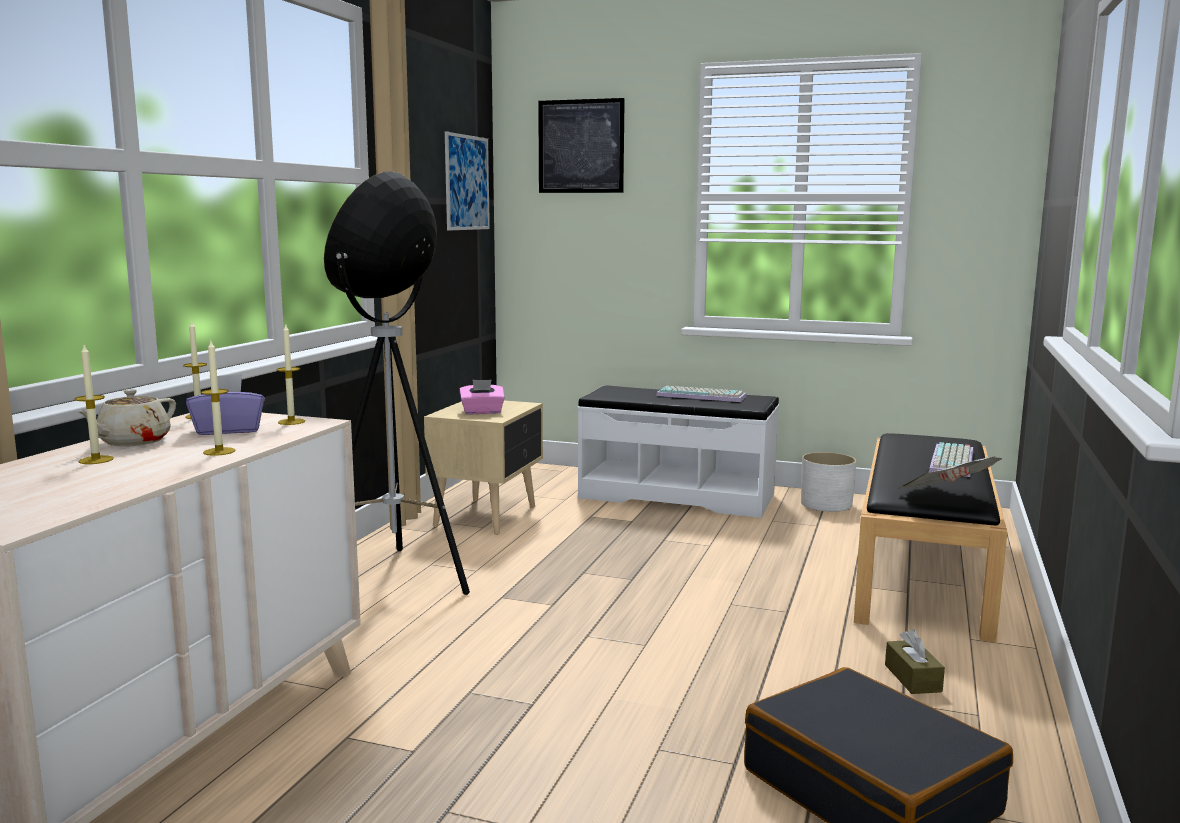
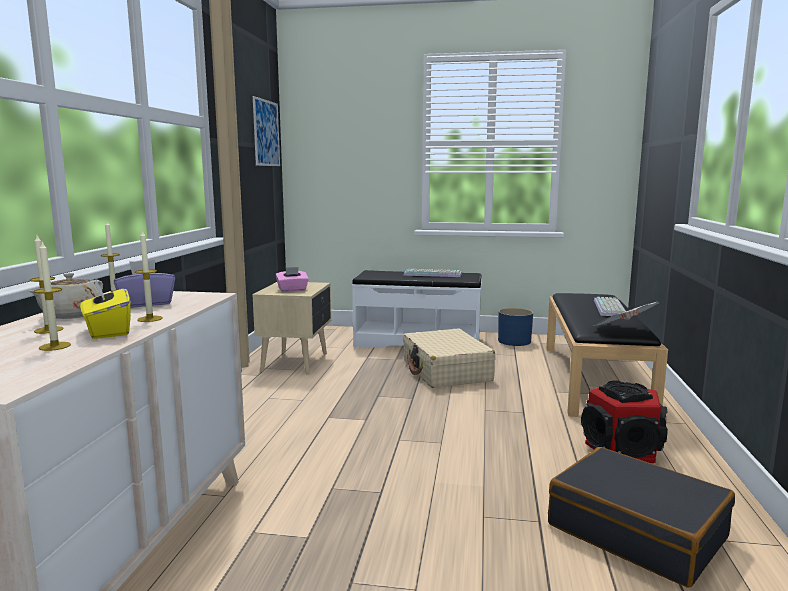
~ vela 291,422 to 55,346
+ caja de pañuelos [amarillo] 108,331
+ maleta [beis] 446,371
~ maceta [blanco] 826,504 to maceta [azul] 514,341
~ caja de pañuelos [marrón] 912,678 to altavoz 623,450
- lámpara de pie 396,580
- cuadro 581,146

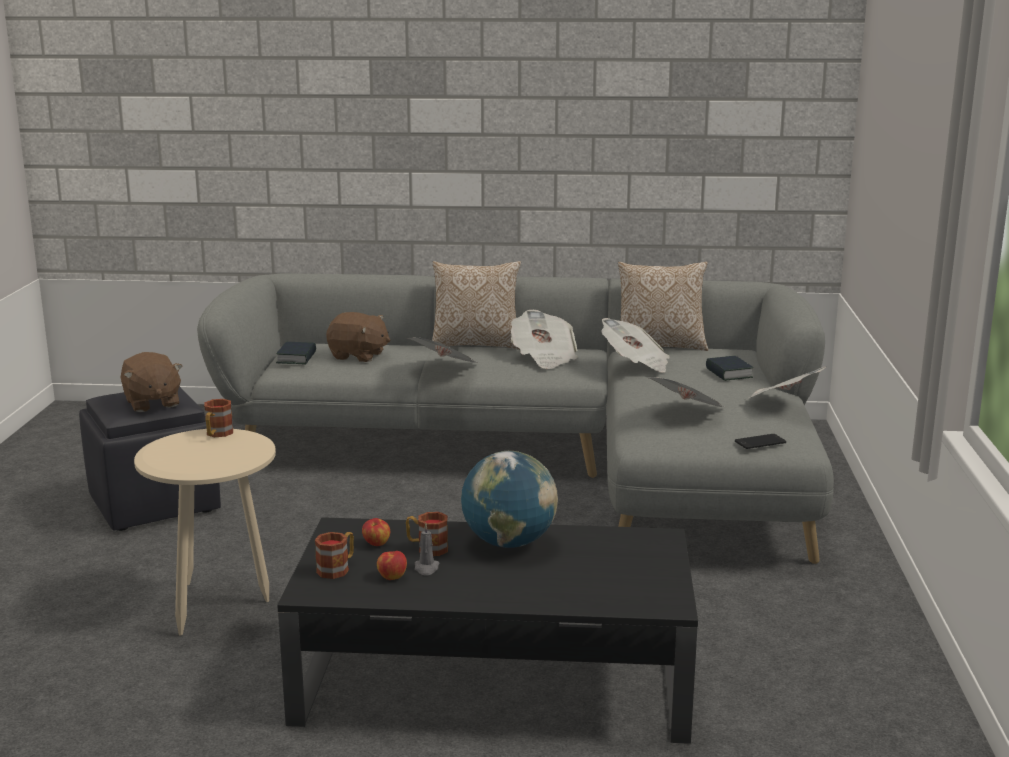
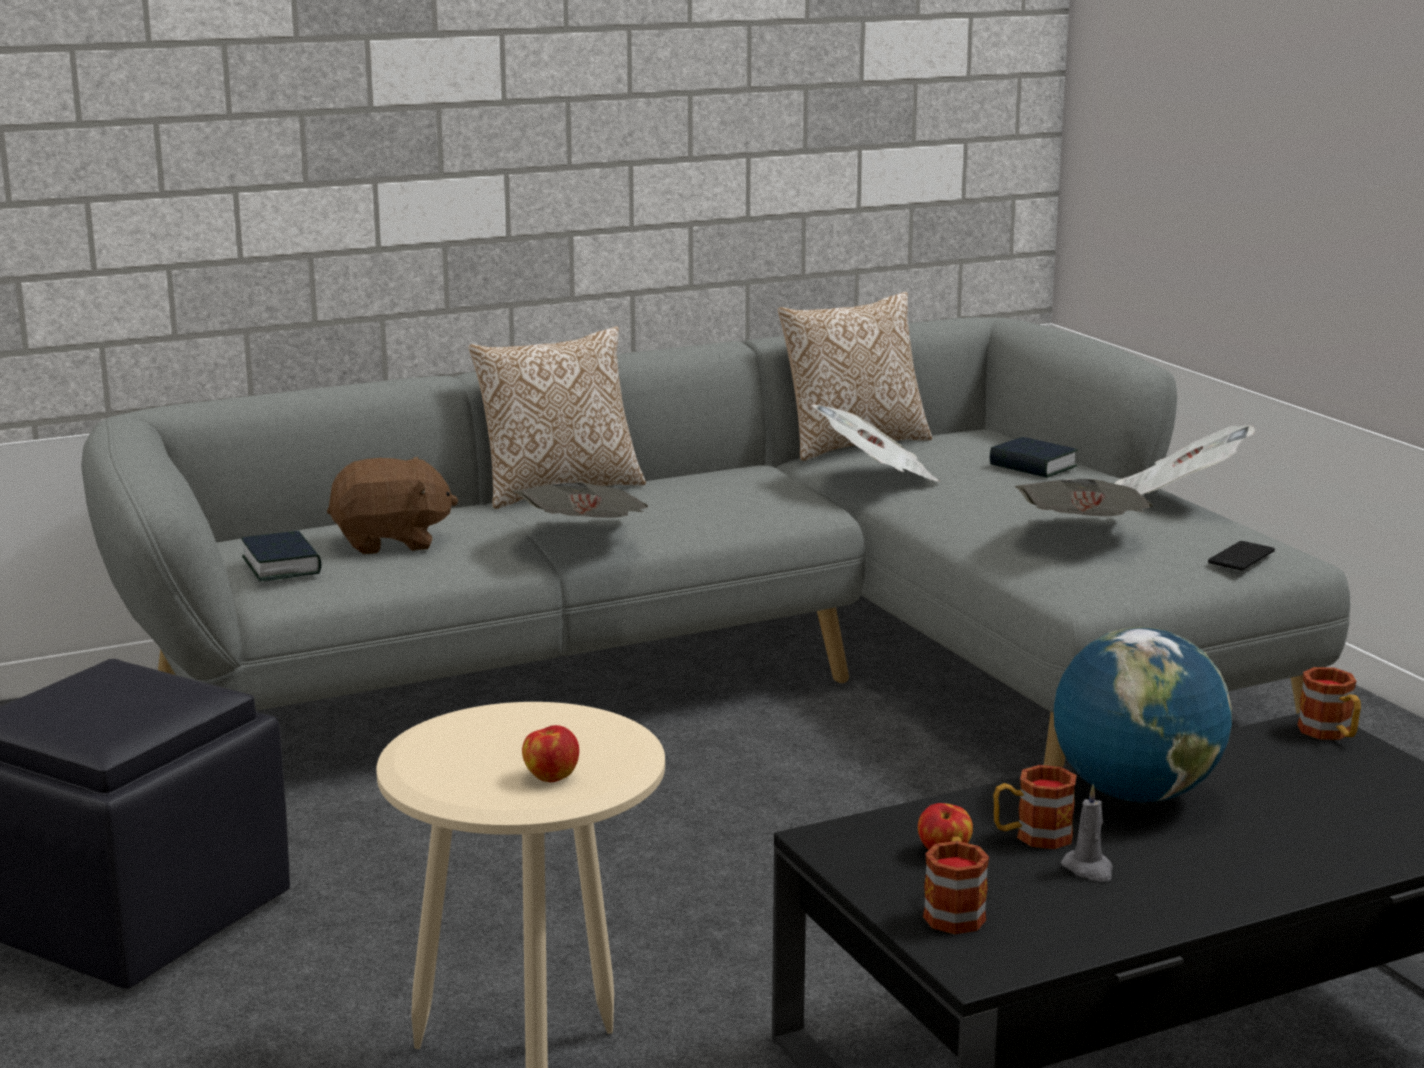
~ manzana 392,577 to 550,776
~ taza grande 217,434 to 1330,734
- peluche [marrón] 152,403
- periódico 544,358

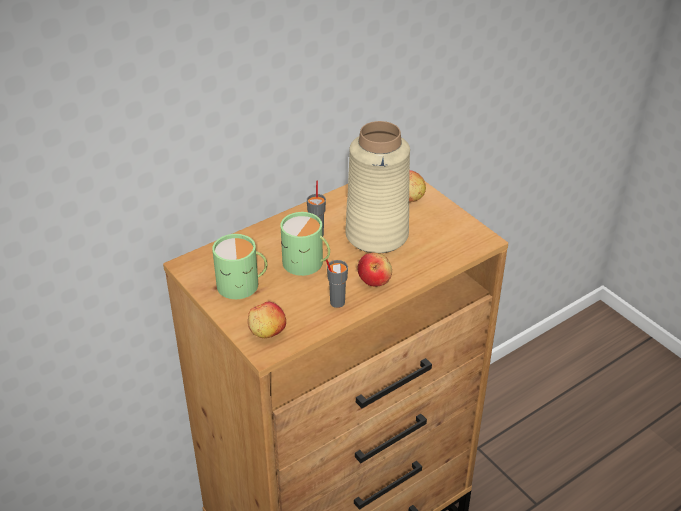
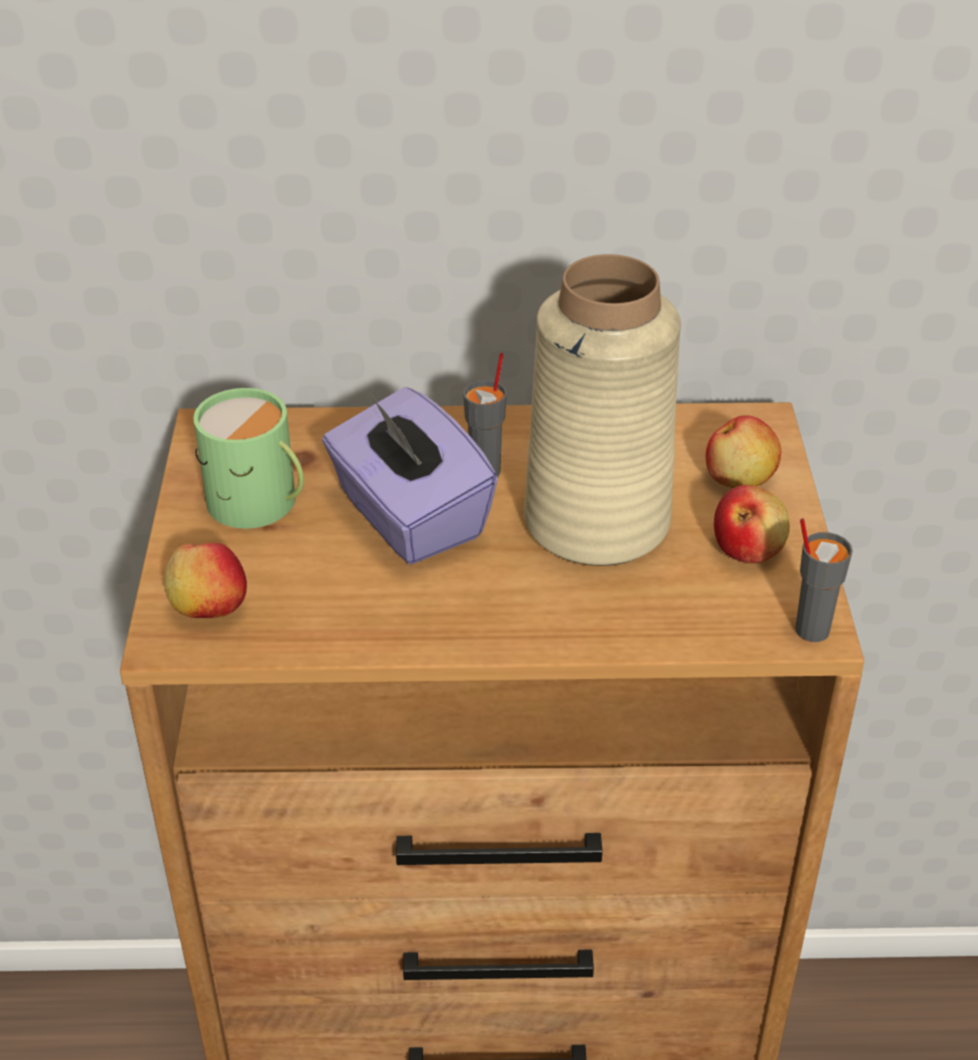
~ taza grande [verde] 306,263 to caja de pañuelos [morado] 408,517
~ manzana 374,279 to 748,548
~ taza [gris] 336,302 to 811,629

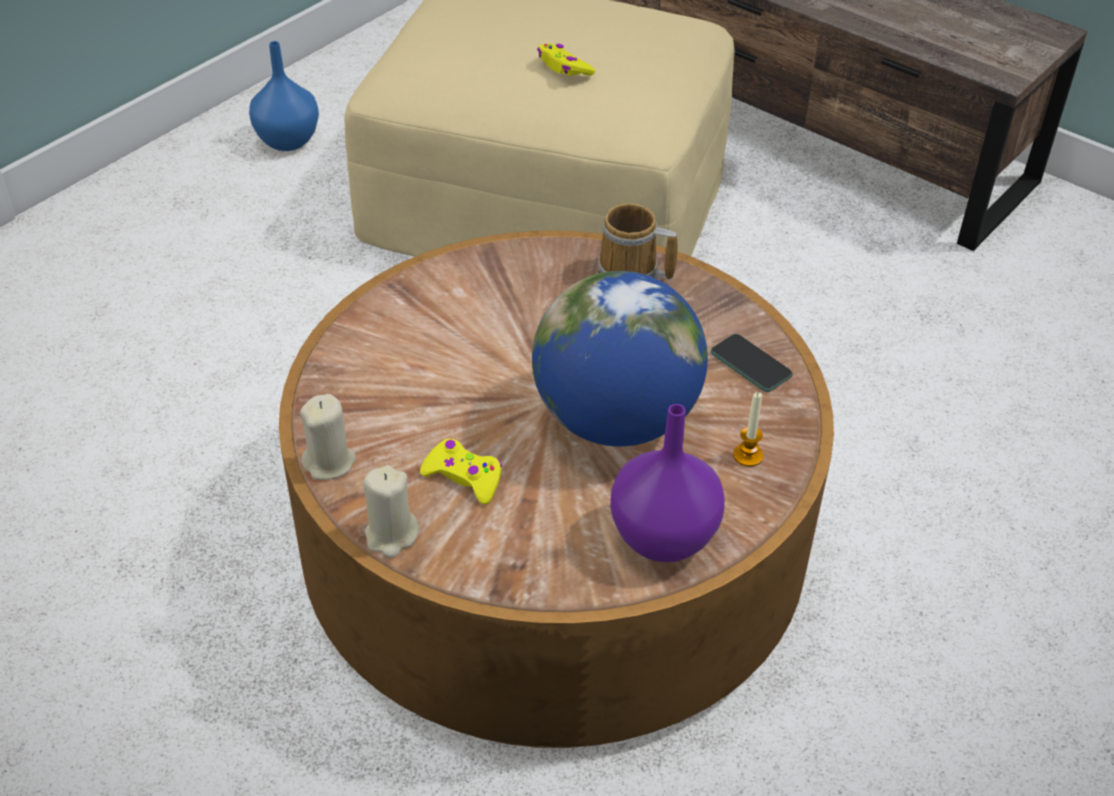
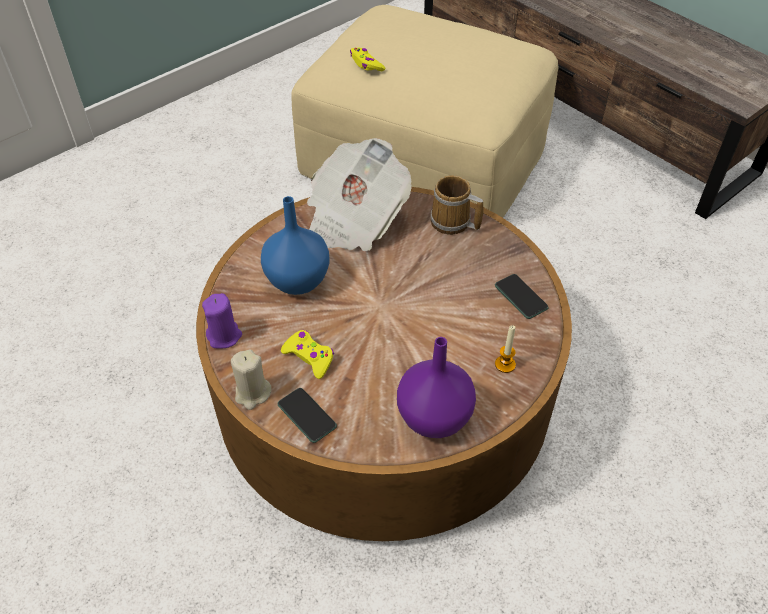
~ vela [beis] 330,462 to vela [morado] 224,336
~ florero [azul] 287,141 to 297,282
+ móvil 307,415
+ periódico 354,219
~ mando de consola [amarillo] 564,67 to 366,64
- globo terráqueo 616,420

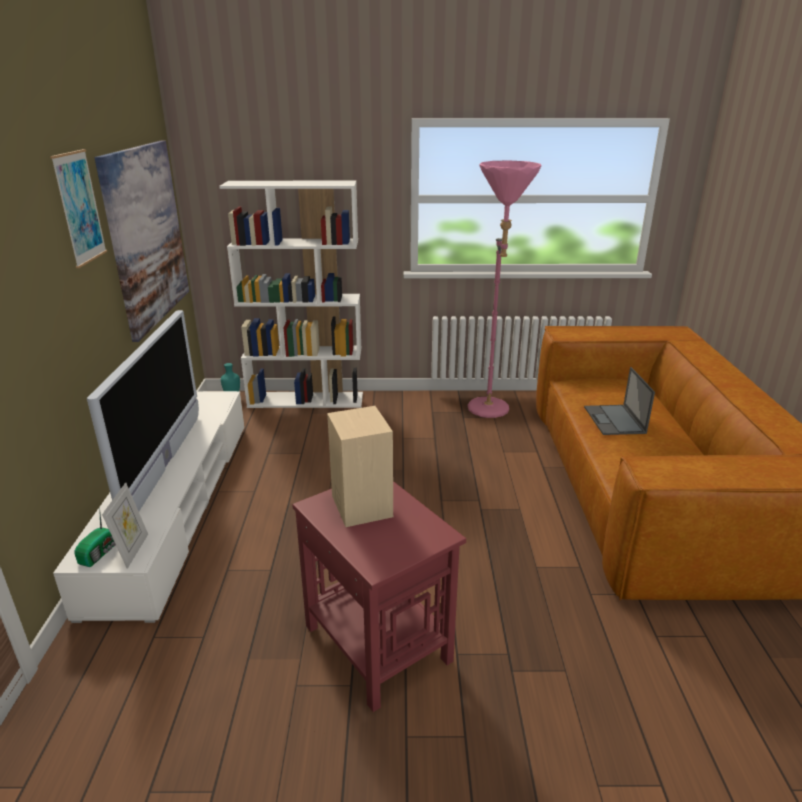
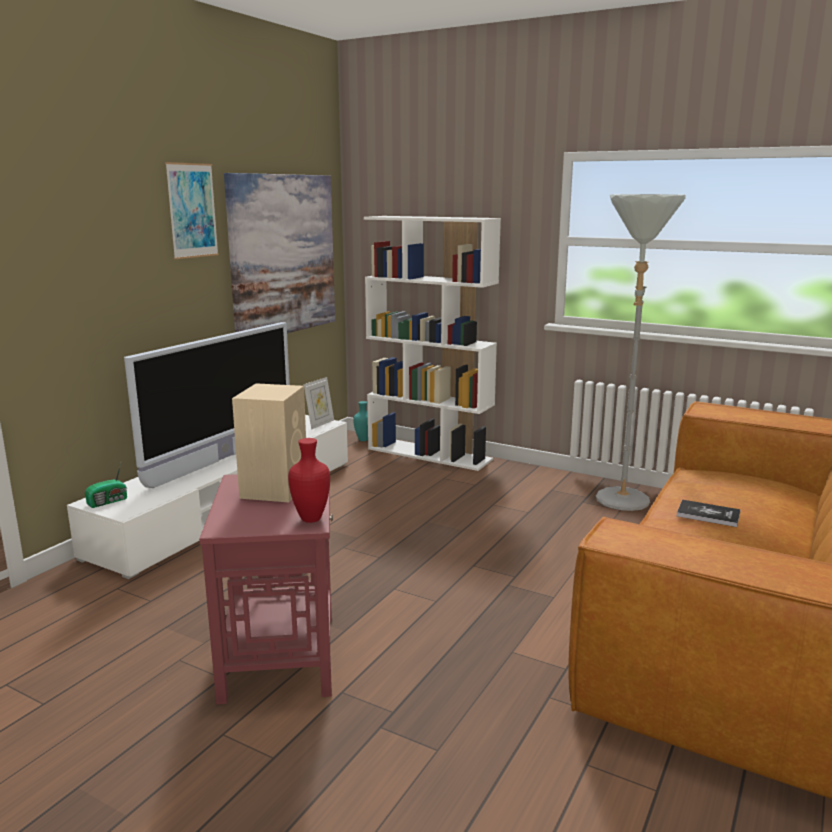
+ florero [rojo] 309,519
~ portarretratos 132,550 to 320,424
~ lámpara de pie [rosa] 490,413 to lámpara de pie [gris] 621,505
~ portátil 615,420 to libro 708,514

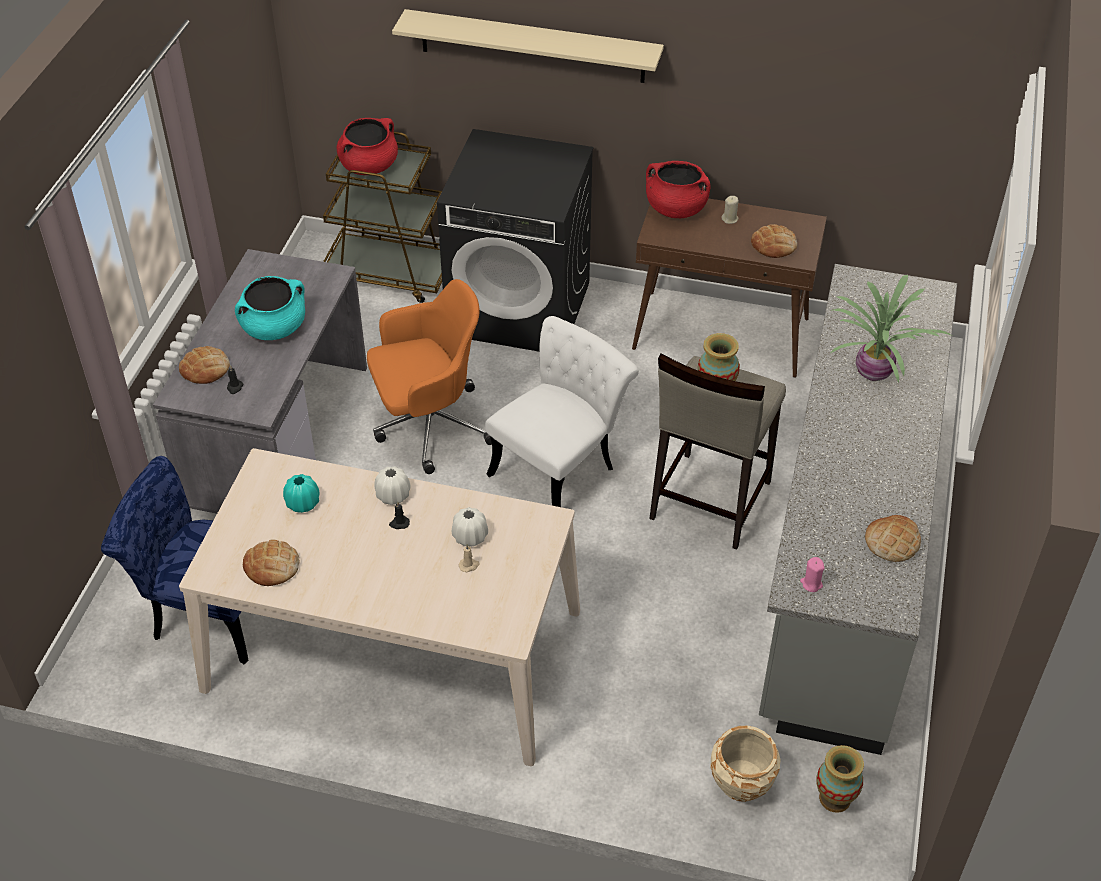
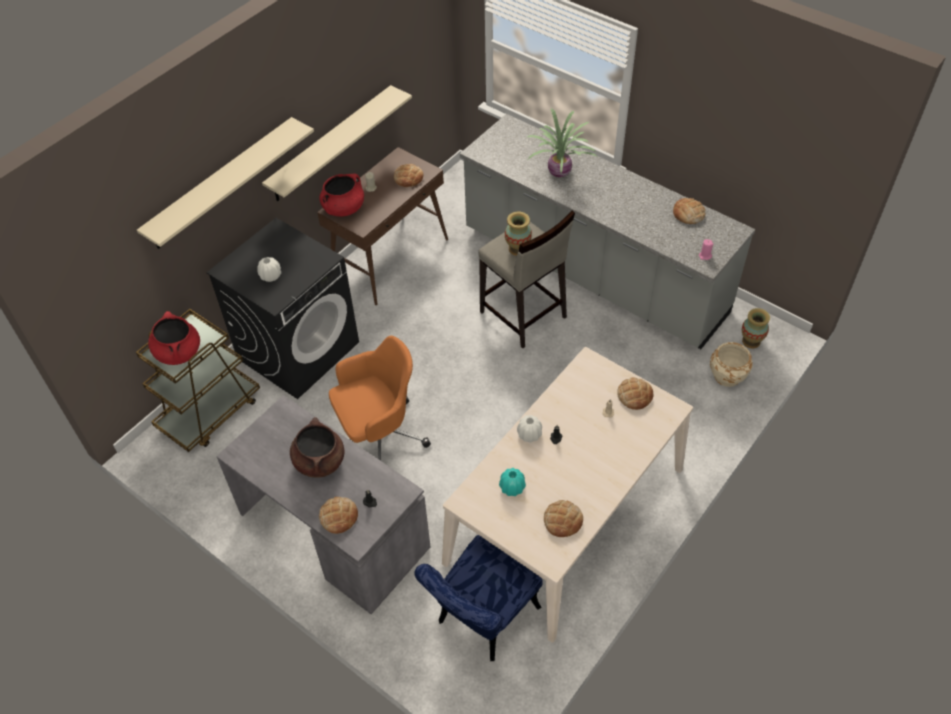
~ florero [blanco] 470,537 to 270,276
+ estante [beis] 331,144
~ olla [turquesa] 274,328 to olla [marrón] 319,461
~ silla de oficina [naranja] 429,425 = 379,436 60 degrees clockwise
+ pan 634,395
- silla [blanco] 560,467

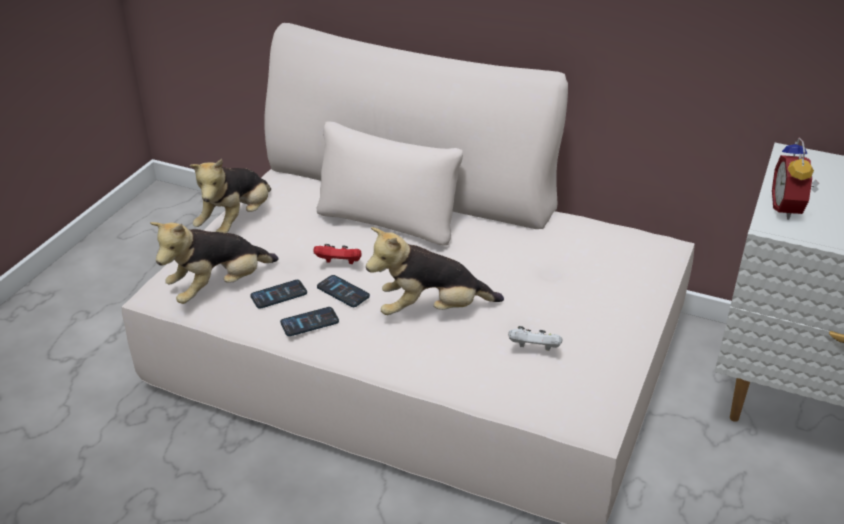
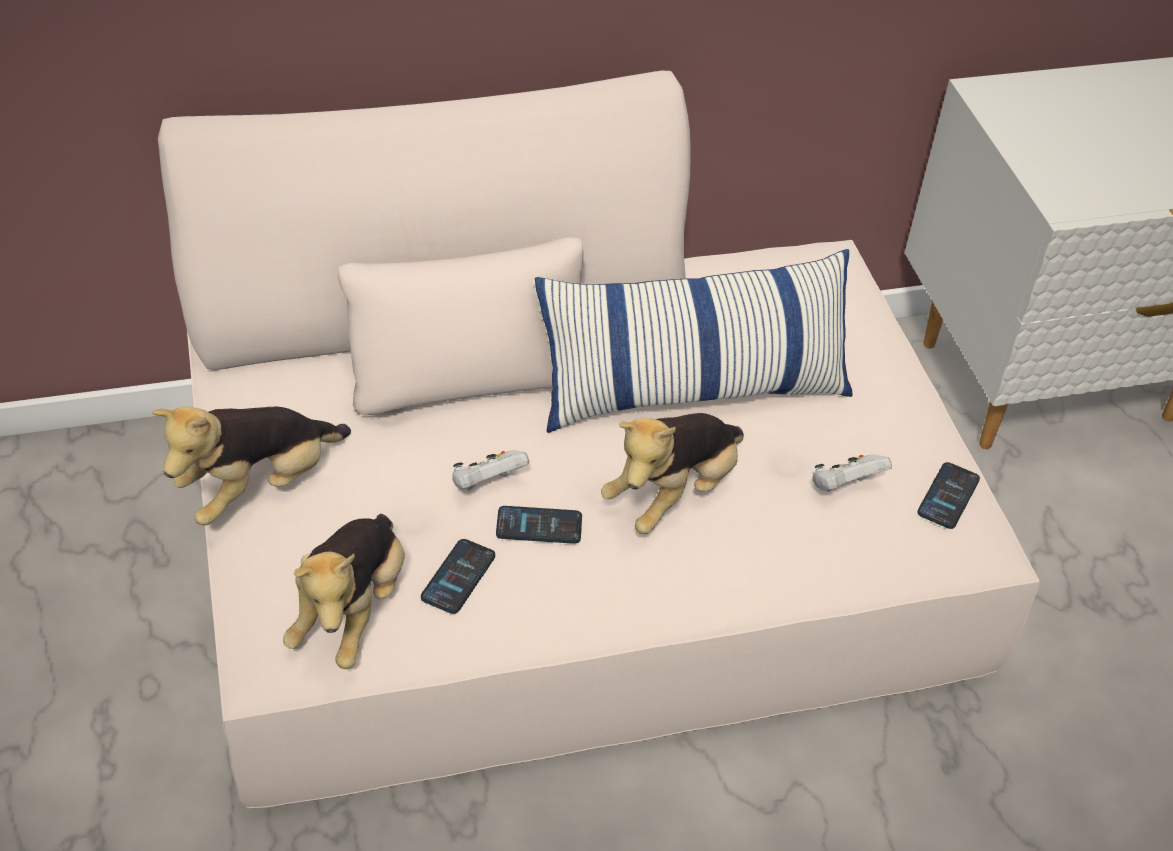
~ peluche 237,222 = 259,487 60 degrees clockwise
~ mando de consola [rojo] 339,264 to mando de consola [blanco] 487,484
+ cojín 692,390
~ móvil 309,322 to 948,496
- despertador 789,209

